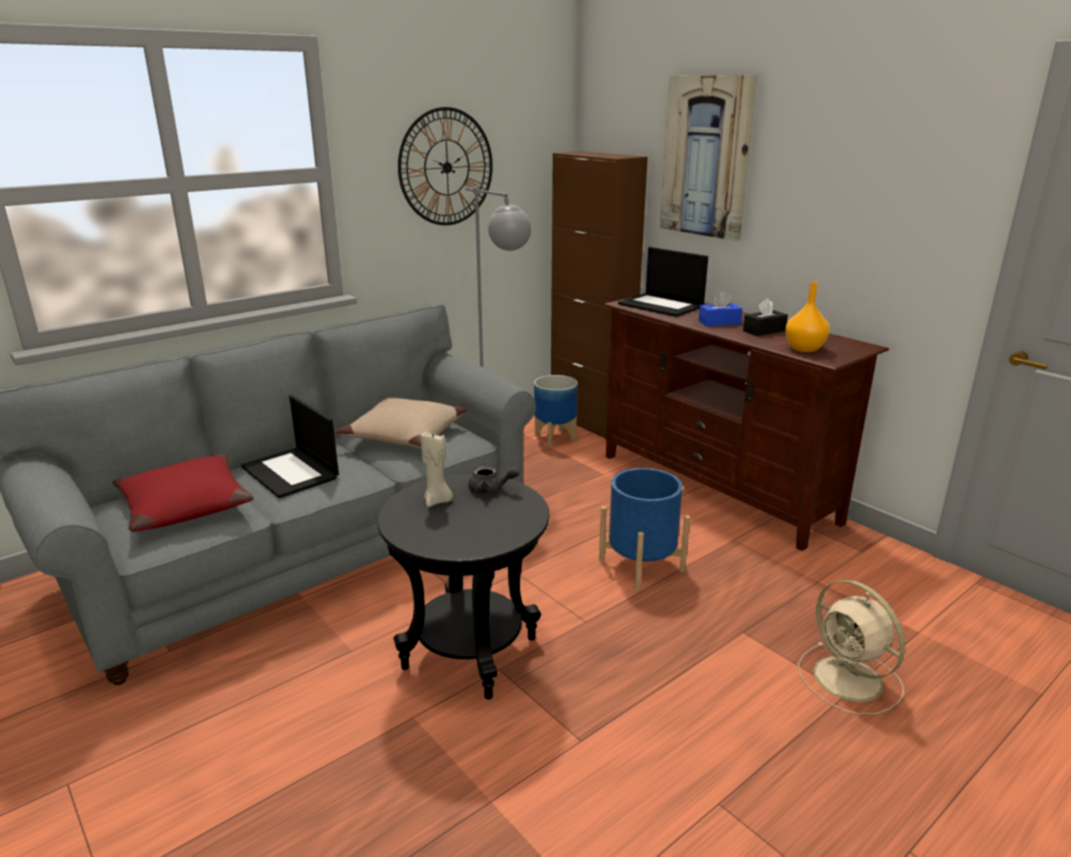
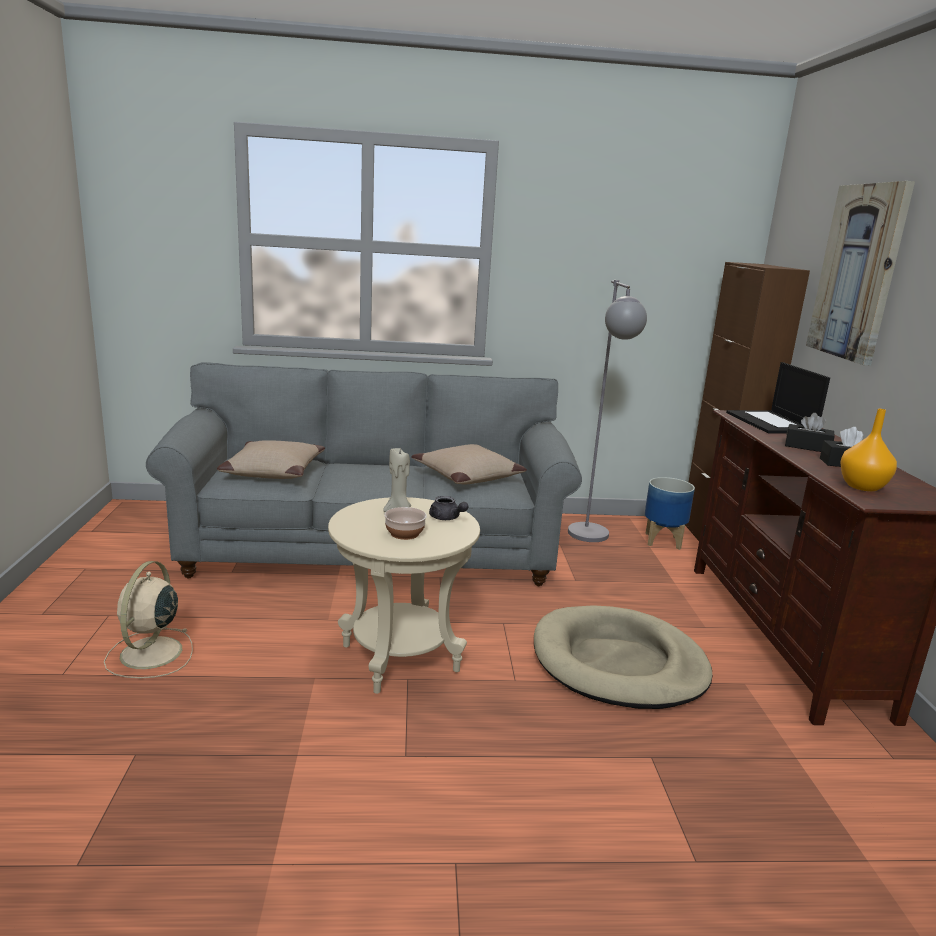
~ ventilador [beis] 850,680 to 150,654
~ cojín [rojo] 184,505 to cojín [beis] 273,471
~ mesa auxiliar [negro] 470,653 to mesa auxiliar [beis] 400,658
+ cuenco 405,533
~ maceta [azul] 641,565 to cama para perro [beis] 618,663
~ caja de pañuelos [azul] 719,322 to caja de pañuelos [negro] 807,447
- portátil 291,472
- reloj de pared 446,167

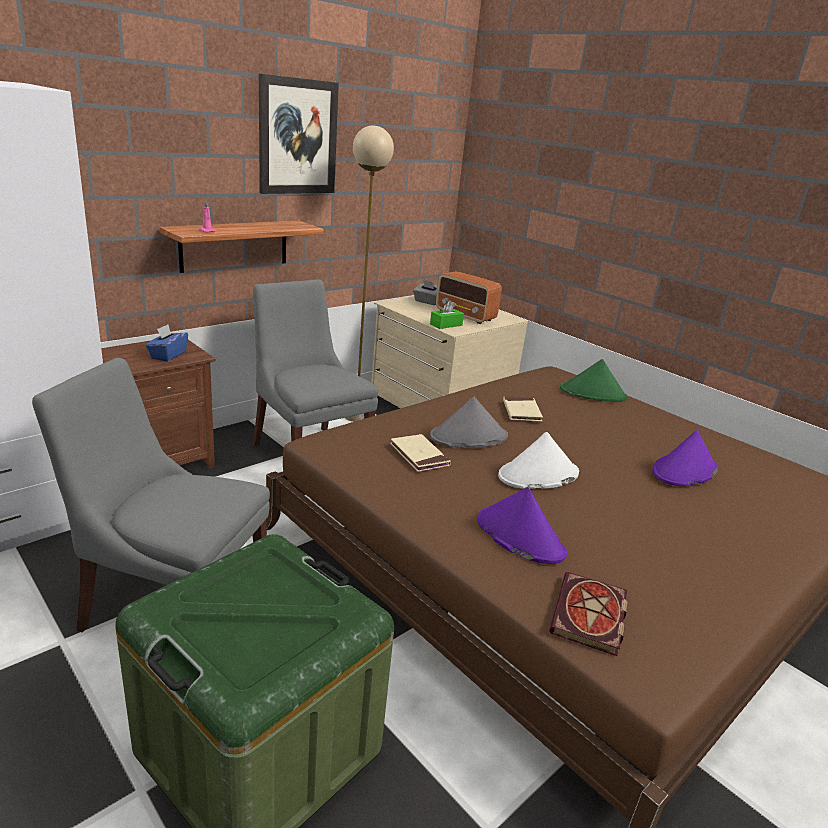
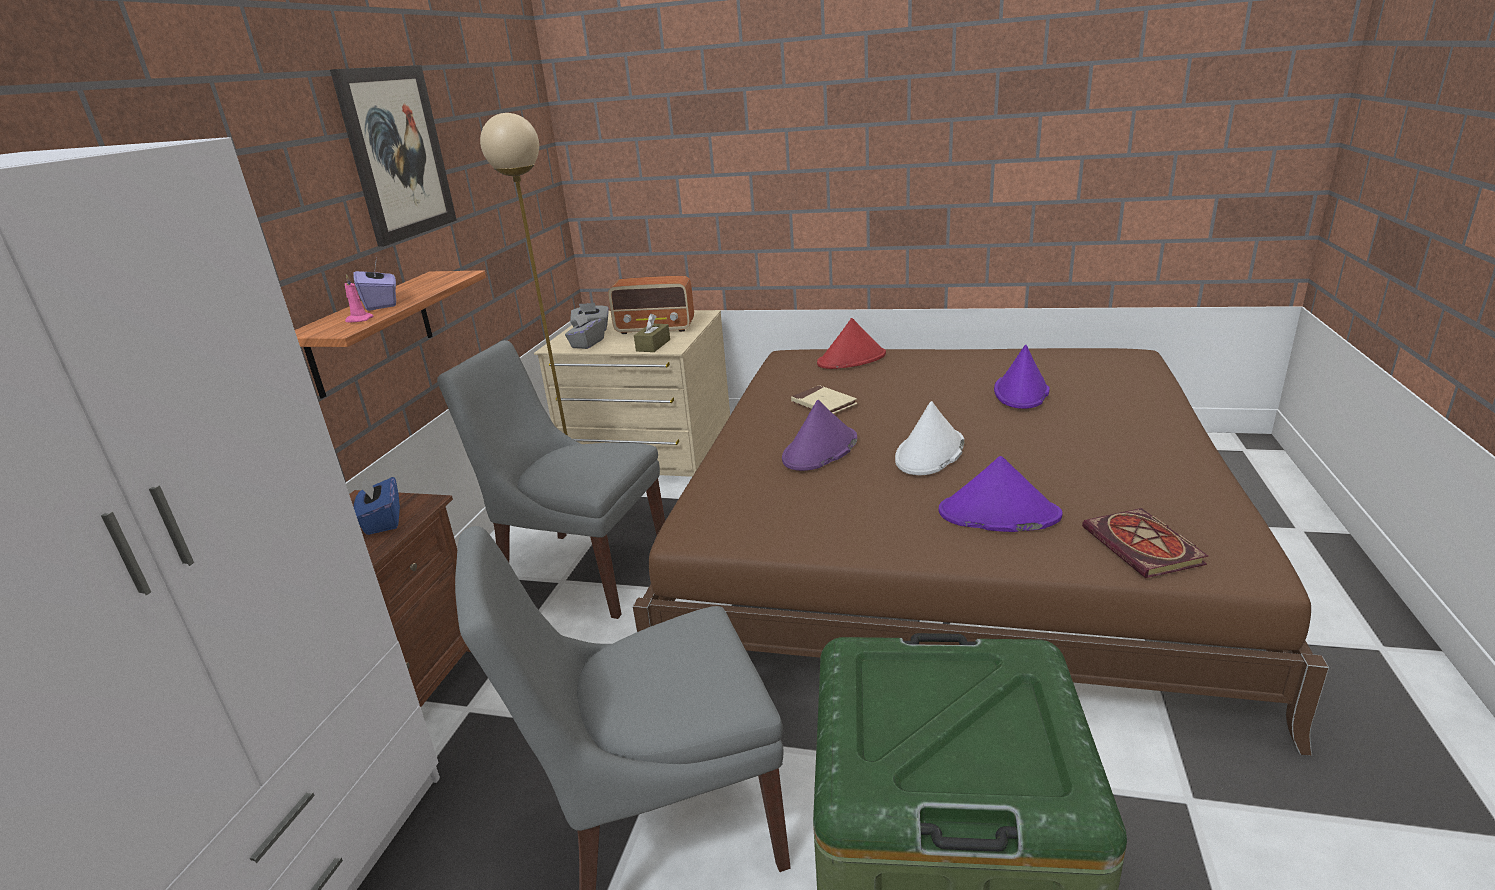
+ caja de pañuelos [morado] 381,304
+ caja de pañuelos [gris] 587,344
~ caja de pañuelos [verde] 446,325 to caja de pañuelos [marrón] 653,345
~ sombrero [gris] 468,437 to sombrero [morado] 820,450
~ sombrero [verde] 593,393 to sombrero [rojo] 852,359
- libro [beis] 419,455

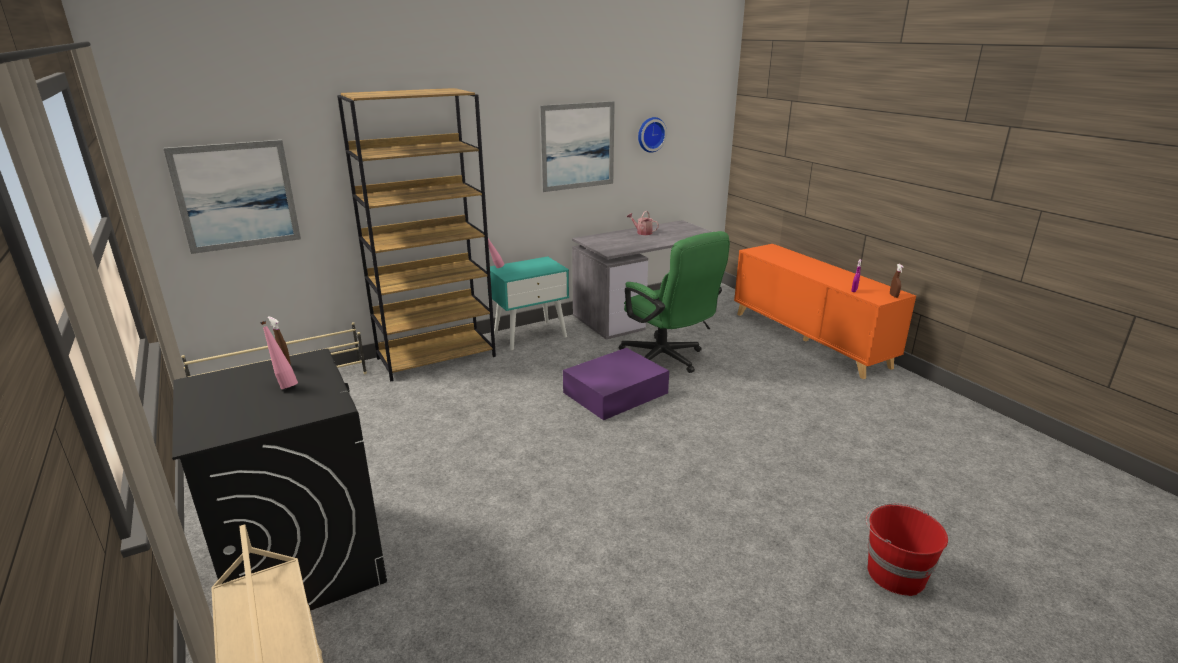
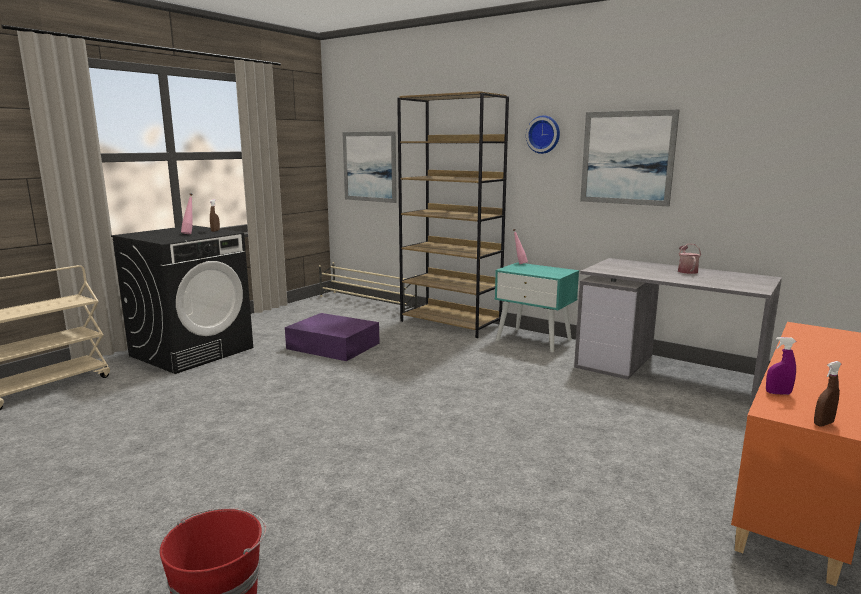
~ caja de almacenaje [morado] 614,393 to 332,345
~ reloj de pared 650,134 to 544,134
- silla de oficina [verde] 667,359

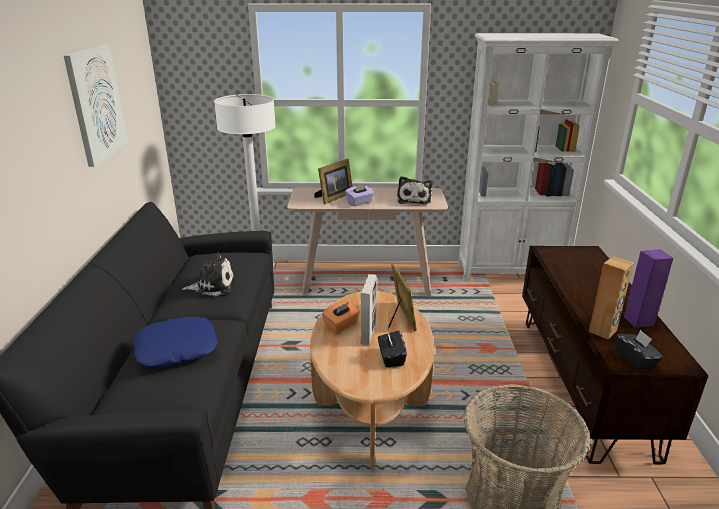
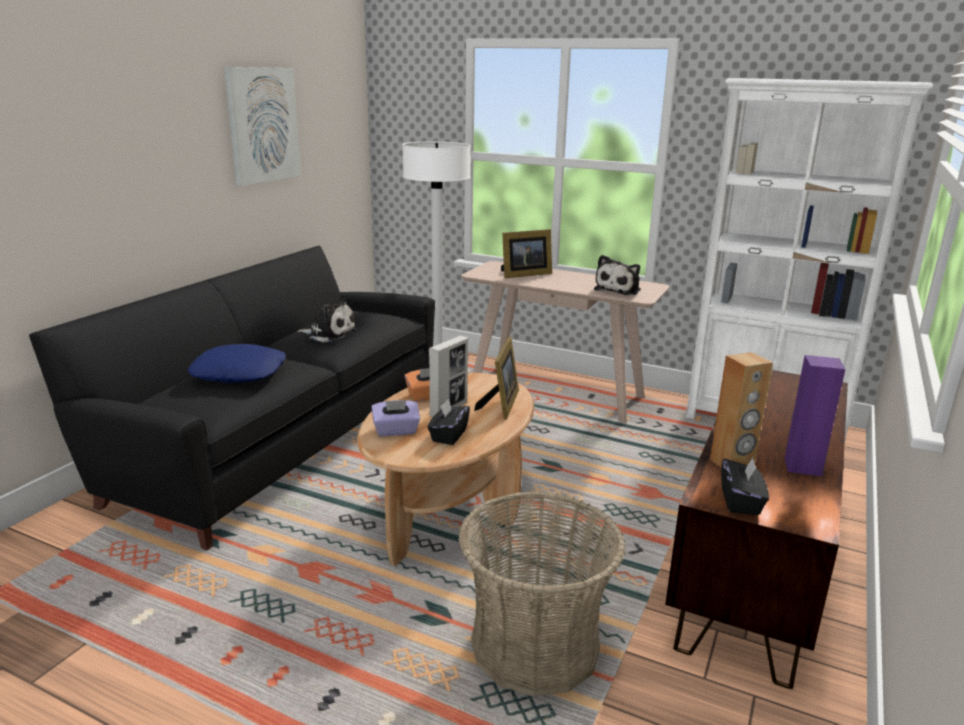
~ caja de pañuelos [morado] 359,202 to 396,431

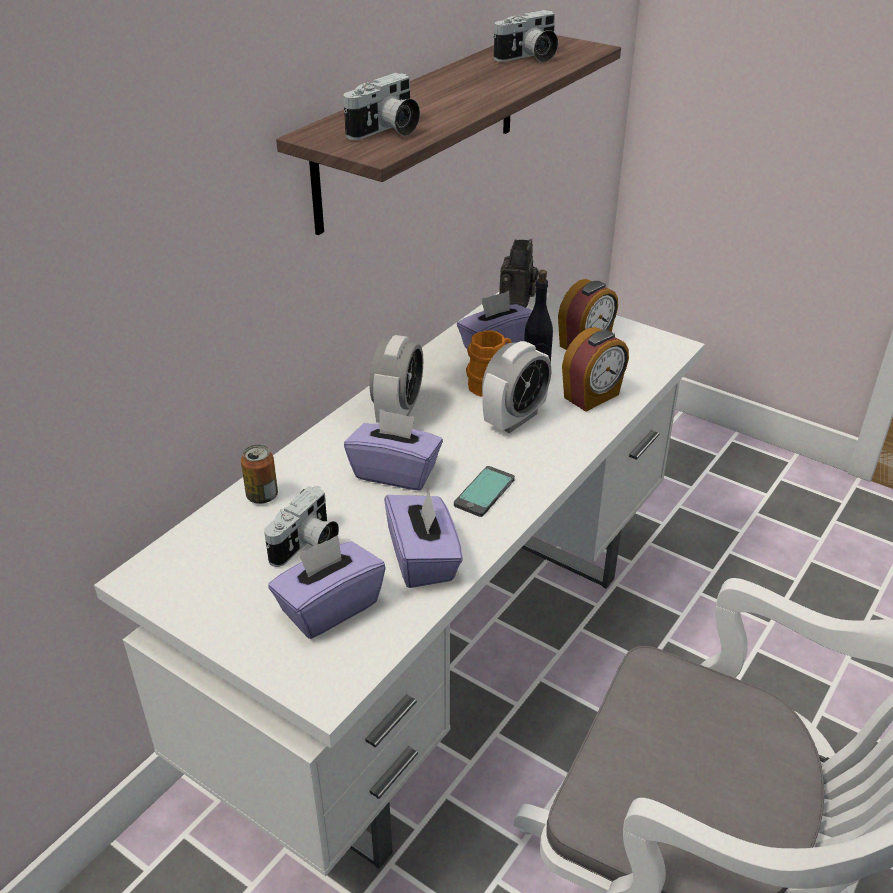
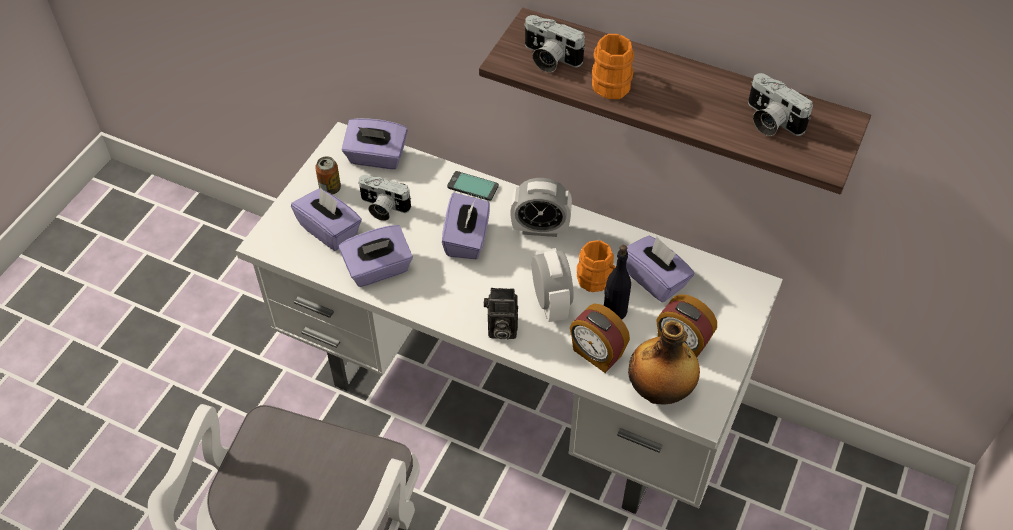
~ lata 262,496 to 330,188
+ caja de pañuelos [morado] 376,157
~ móvil 485,492 to 472,187
~ cámara 517,301 to 500,329
~ despertador 514,419 = 550,303 135 degrees counterclockwise
+ taza grande [naranja] 610,81
+ botella 660,391

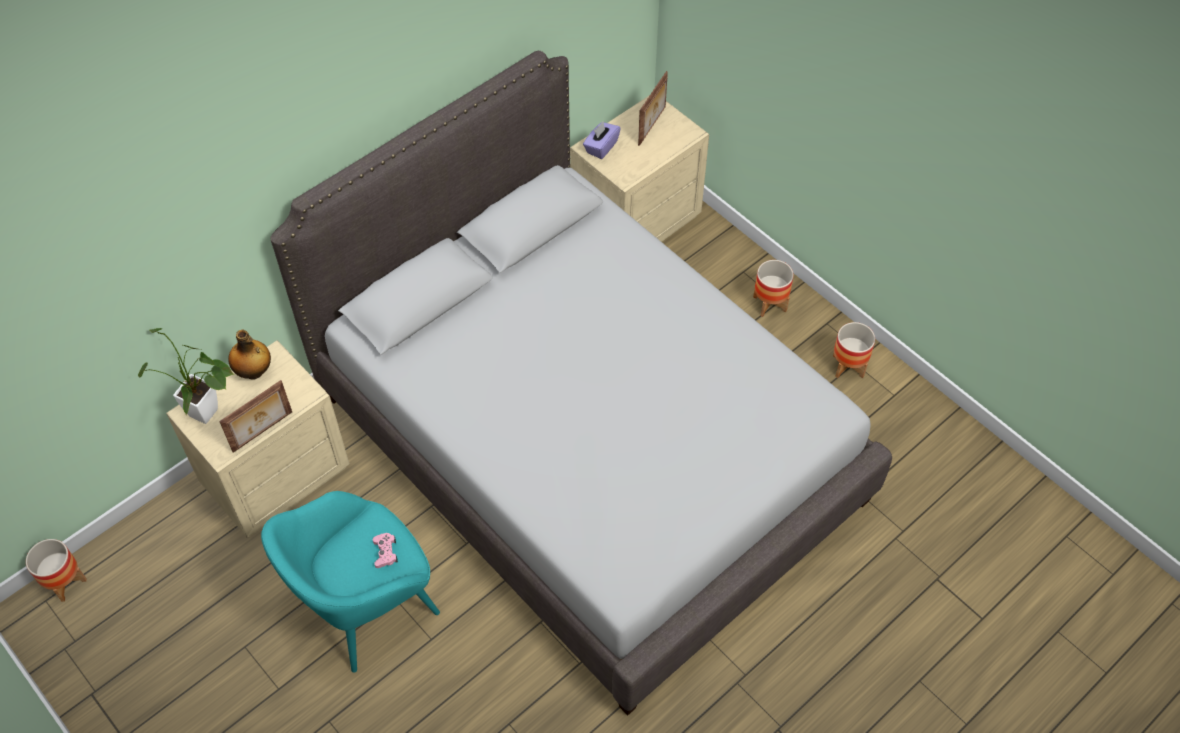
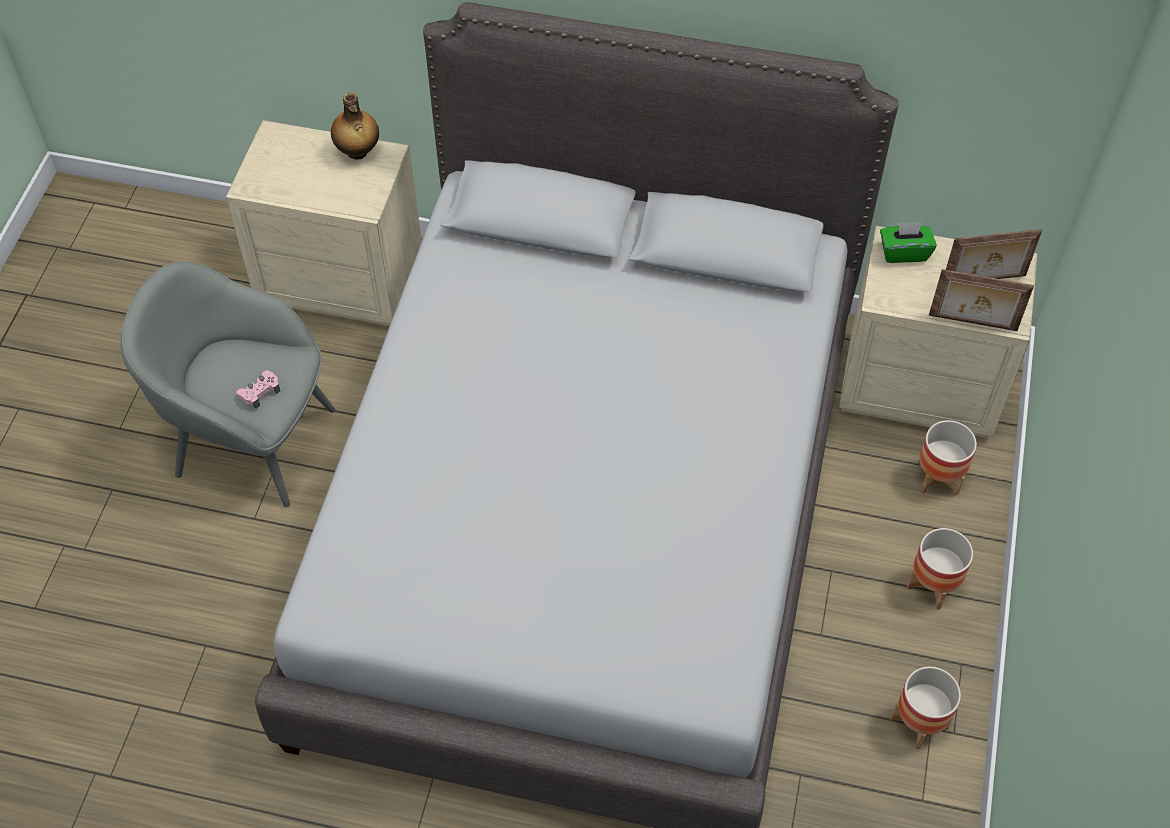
~ sillón [turquesa] 365,606 to sillón [gris] 251,441
~ caja de pañuelos [morado] 601,147 to caja de pañuelos [verde] 904,252
~ maceta 65,582 to 938,478
~ portarretratos 263,432 to 972,323
- planta en maceta 209,416

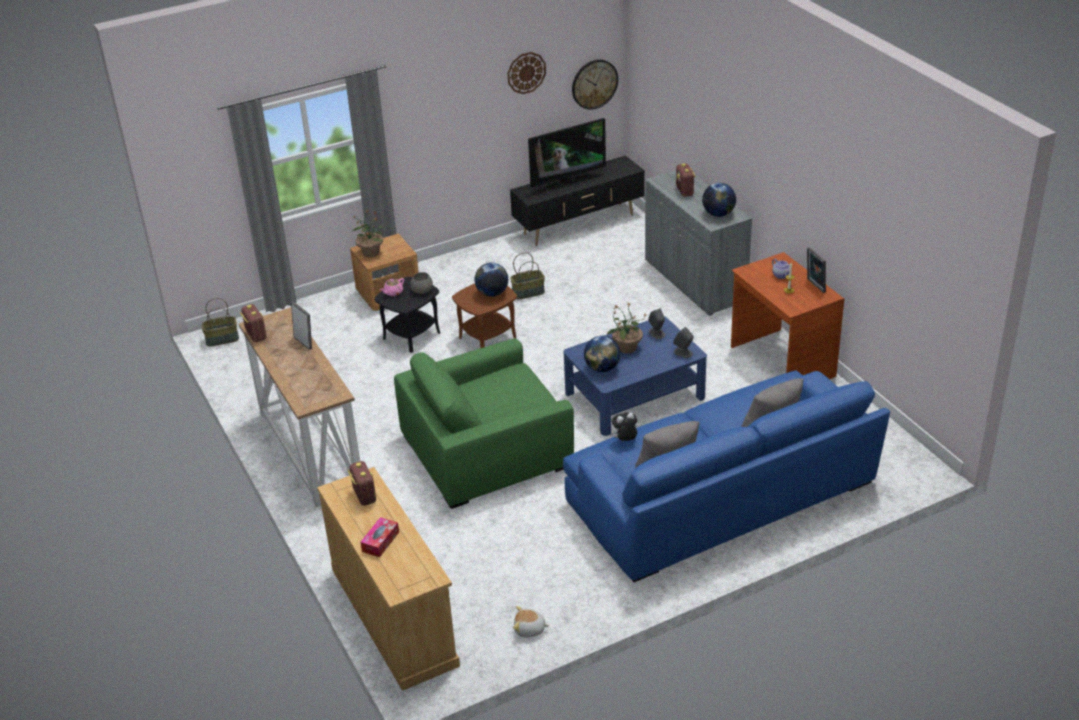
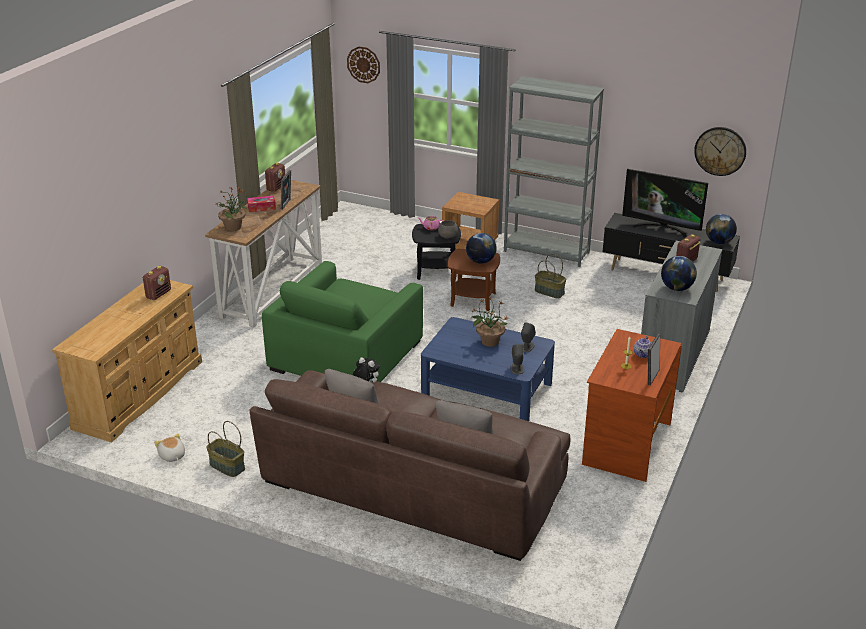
~ cesta 222,340 to 226,466
~ planta en maceta 371,252 to 233,227
~ caja de pañuelos 380,542 to 261,208
~ sofá [azul] 721,494 to sofá [marrón] 413,482
~ sillón [verde] 487,450 = 346,354 90 degrees counterclockwise
~ reloj de pared 526,72 to 363,64
+ estantería [gris] 546,252
~ globo terráqueo 602,368 to 719,242

